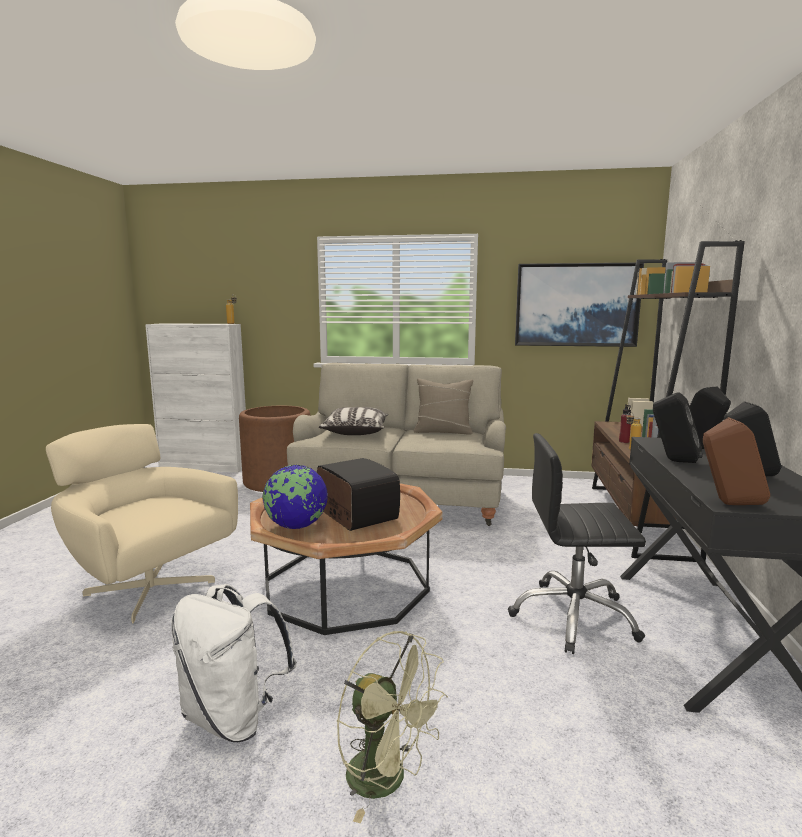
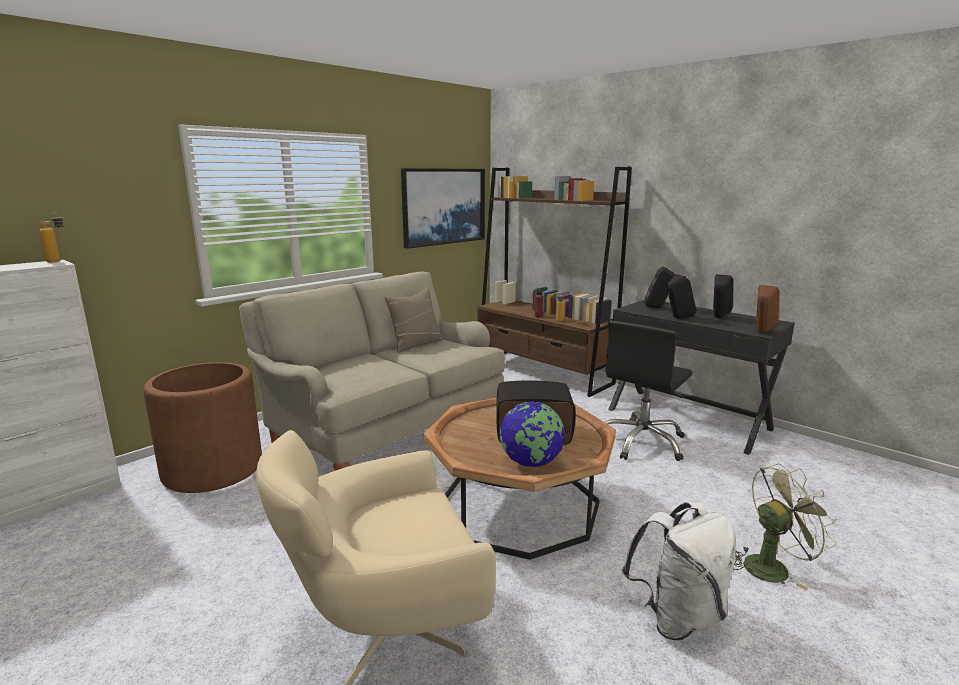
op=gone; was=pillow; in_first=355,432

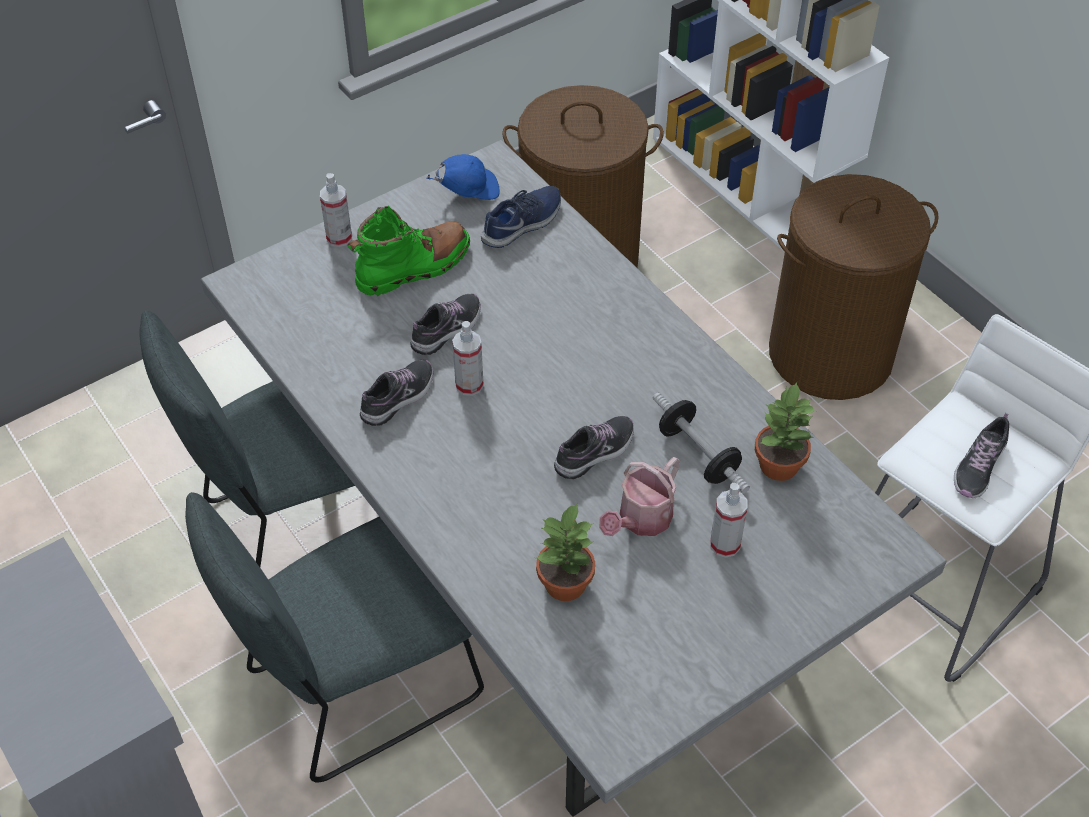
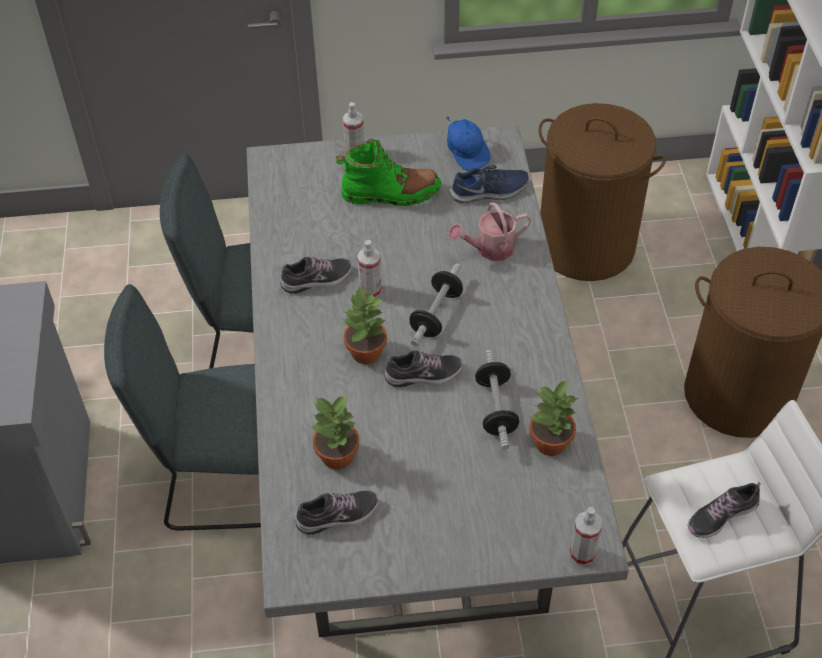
op=shifted; was=shoe; in_first=447,329; in_second=337,516
op=rotated; was=blue_cap; in_first=468,191; in_second=467,153; clockwise=45
op=shifted; was=watering_can; in_first=640,520; in_second=489,249
op=shifted; was=spray_bottle; in_first=725,544; in_second=582,554
op=new; now=potted_plant; in_second=366,353
op=new; now=dumbbell; in_second=436,314

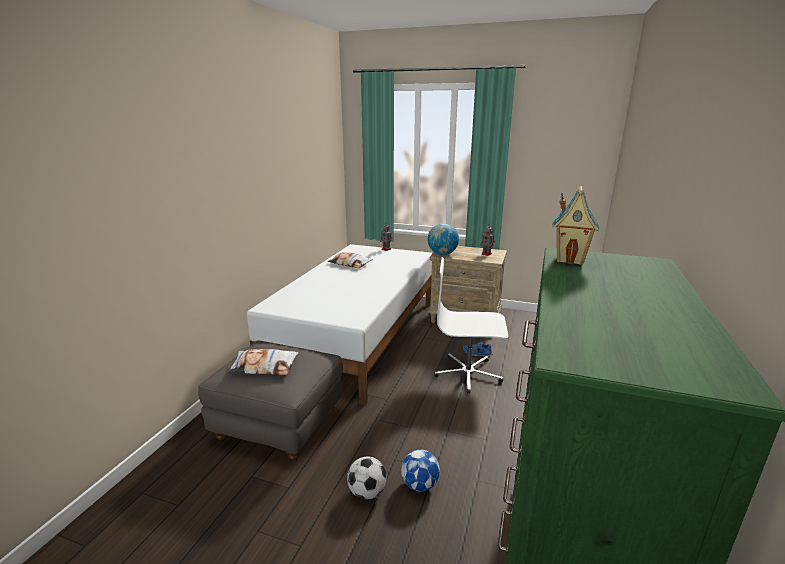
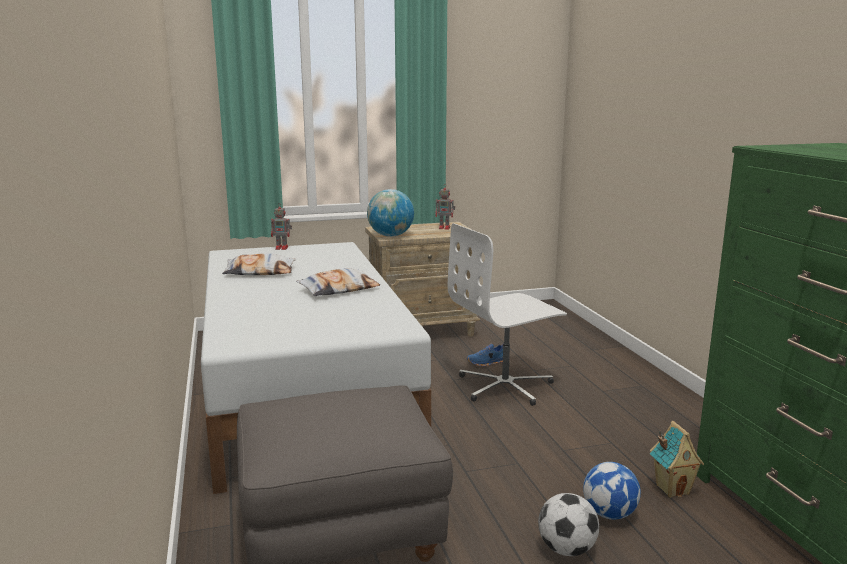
op=shifted; was=pillow; in_first=264,367; in_second=339,289
op=shifted; was=toy_house; in_first=570,260; in_second=672,489

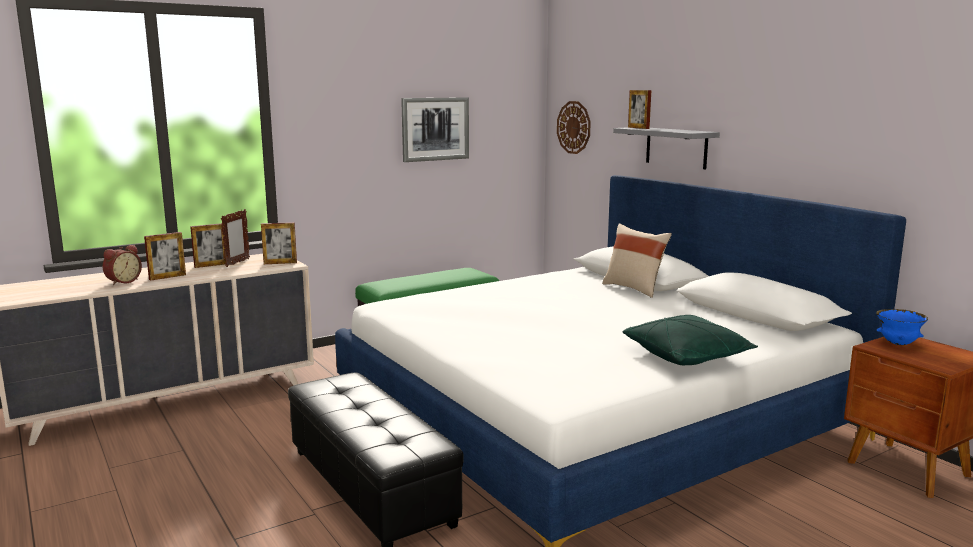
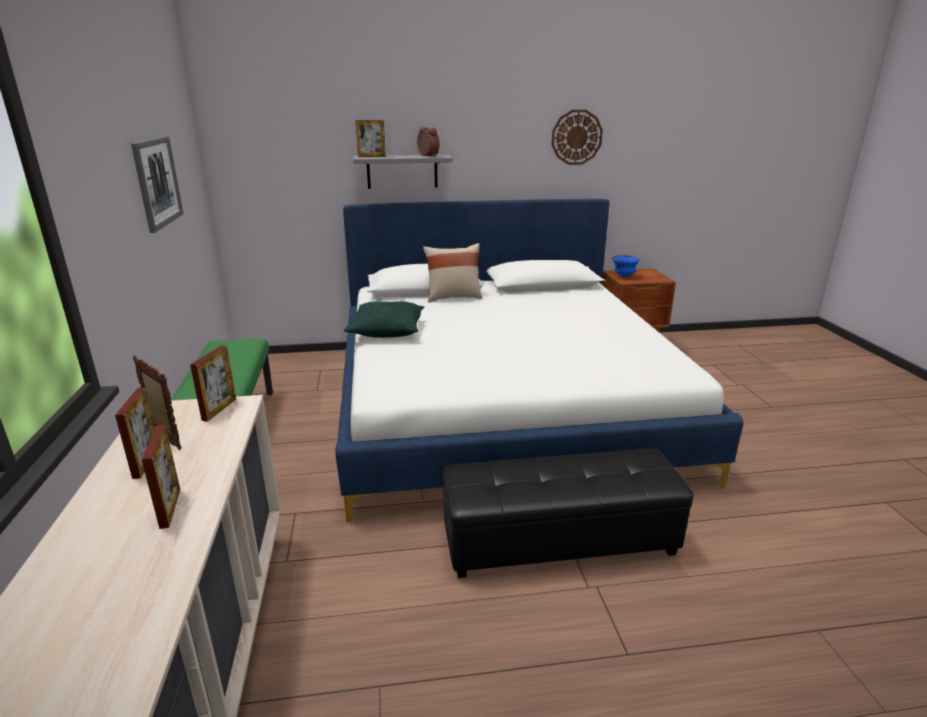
op=shifted; was=alarm_clock; in_first=122,281; in_second=427,156
op=shifted; was=wall_clock; in_first=574,127; in_second=576,137
op=shifted; was=green_pillow; in_first=687,356; in_second=386,330

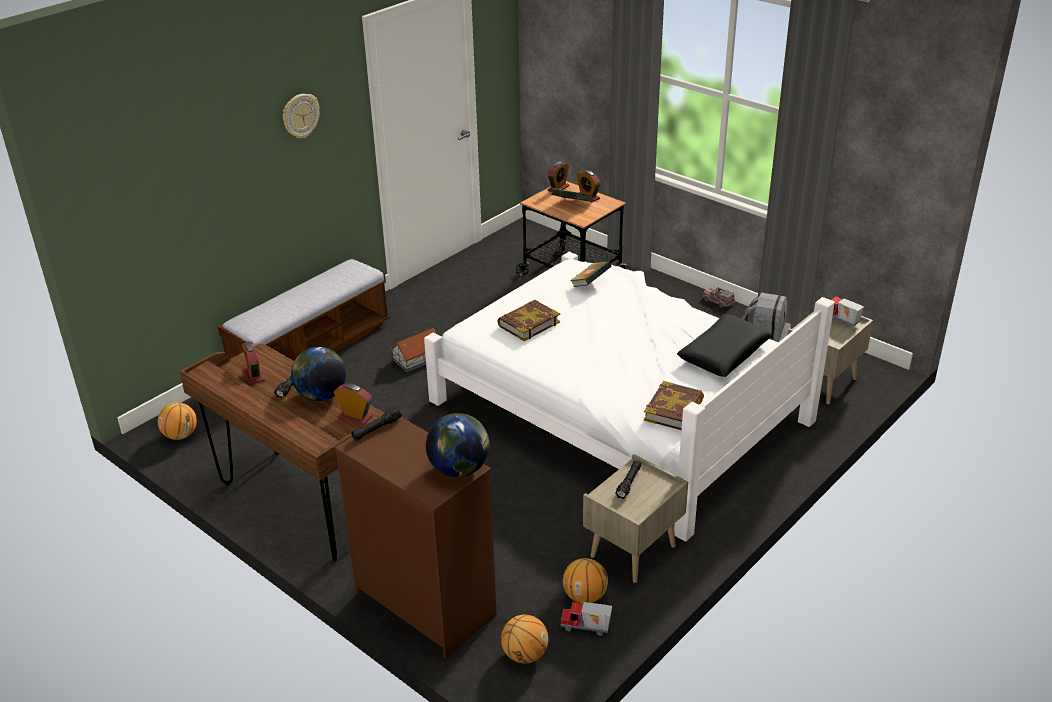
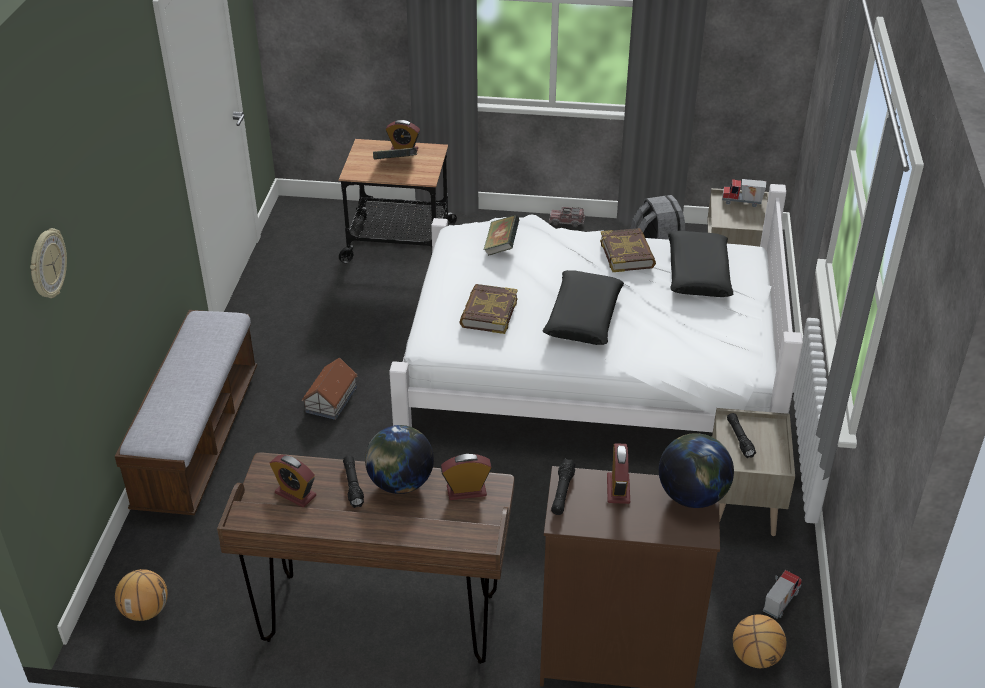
op=shifted; was=wall_clock; in_first=300,116; in_second=46,265
op=shifted; was=alarm_clock; in_first=558,188; in_second=618,489
op=rotated; was=toy_truck; in_first=586,628; in_second=779,602; clockwise=150
op=gone; was=basketball; in_first=585,596
op=shifted; was=book; in_first=674,410; in_second=627,254
op=new; now=black_pillow; in_second=583,317

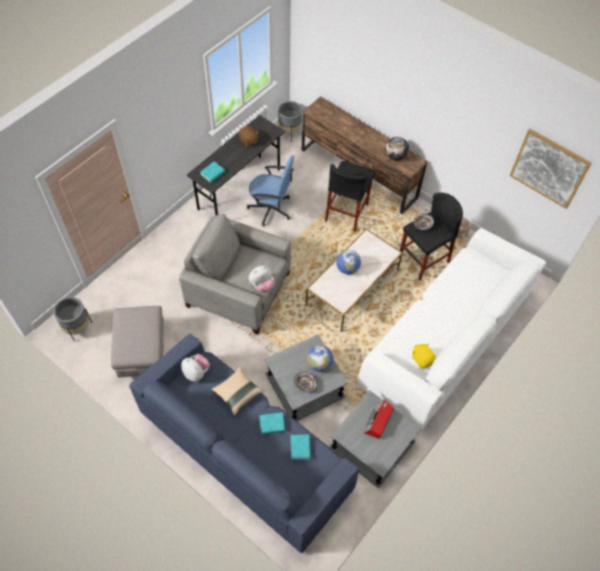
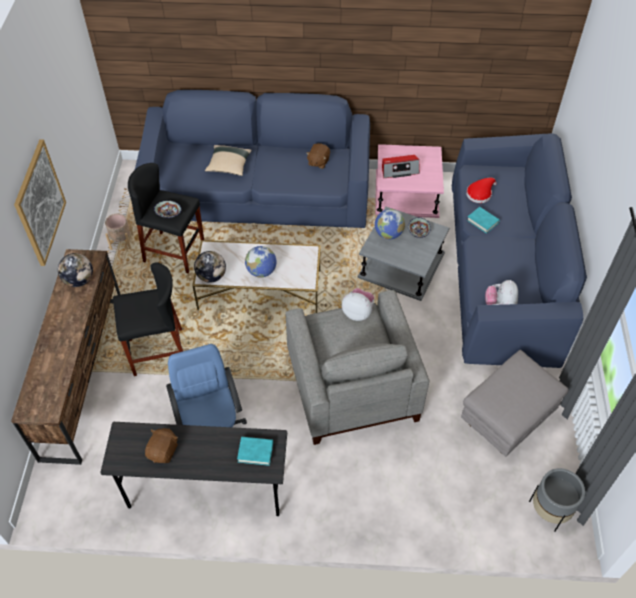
op=shifted; was=beige_pillow; in_first=237,393; in_second=229,166
op=gone; was=grey_planter; in_first=289,132
op=swapped; was=turquoise_book; now=red_hat; in_first=300,448; in_second=480,193
op=repainted; was=grey_side_table; now=pink_side_table; in_first=372,445; in_second=407,193
op=repainted; was=white_sofa; now=blue_sofa; in_first=445,339; in_second=258,195
op=repainted; was=yellow_plush_toy; now=brown_plush_toy; in_first=422,359; in_second=318,162
op=shifted; was=picture; in_first=549,168; in_second=40,203
op=new; now=globe; in_second=211,276

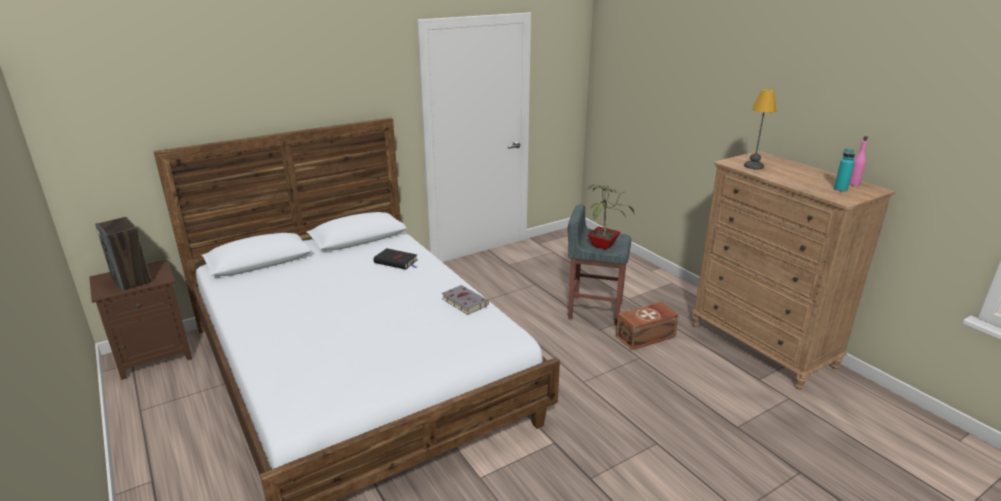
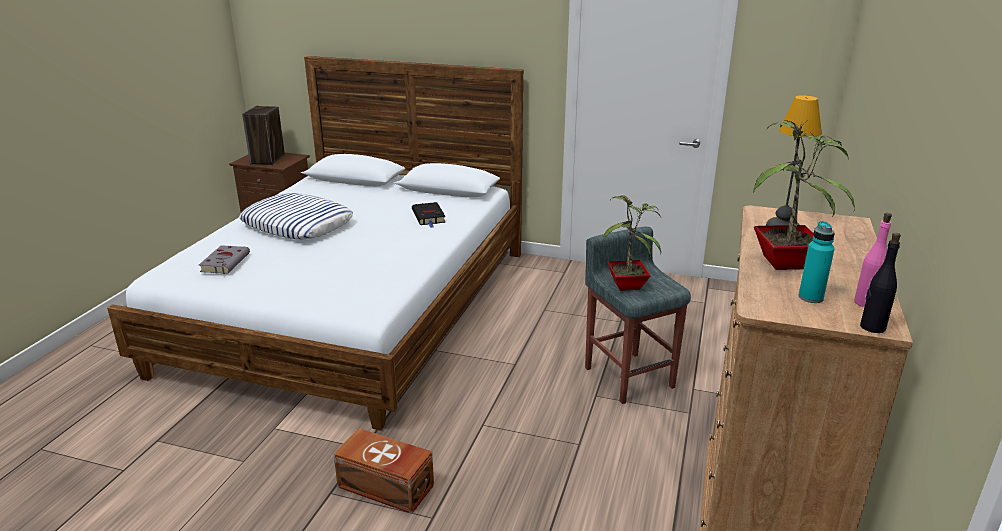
op=shifted; was=grey_book; in_first=463,302; in_second=226,262
op=shifted; was=brown_storage_box; in_first=646,336; in_second=386,487
op=new; now=pillow; in_second=298,224
op=new; now=potted_plant; in_second=788,263
op=new; now=black_bottle; in_second=872,327

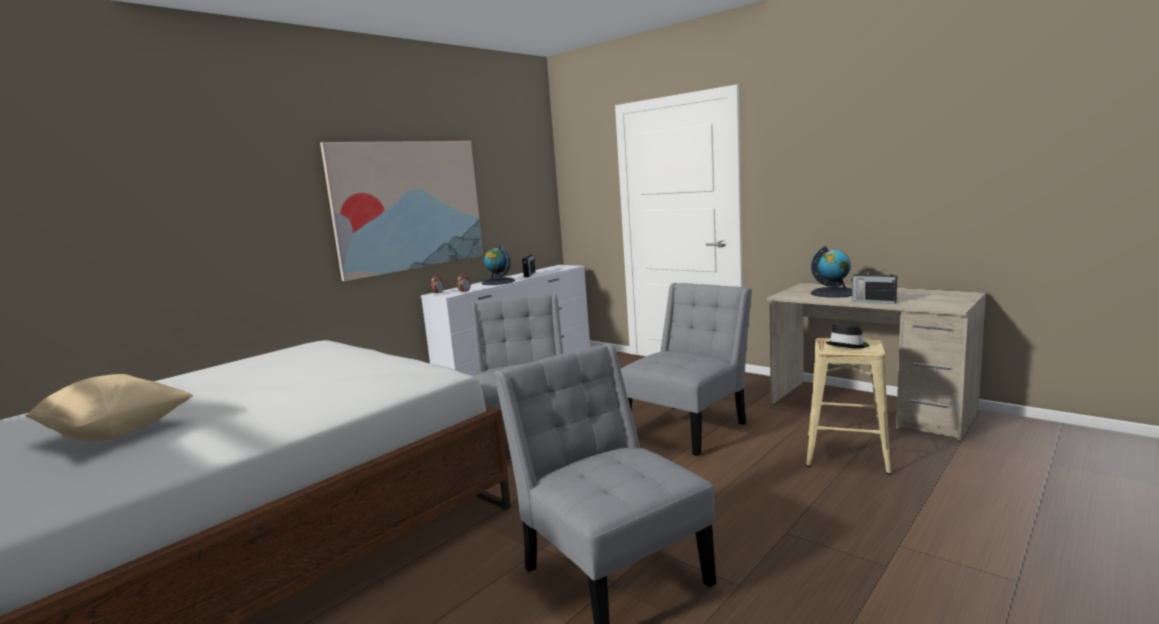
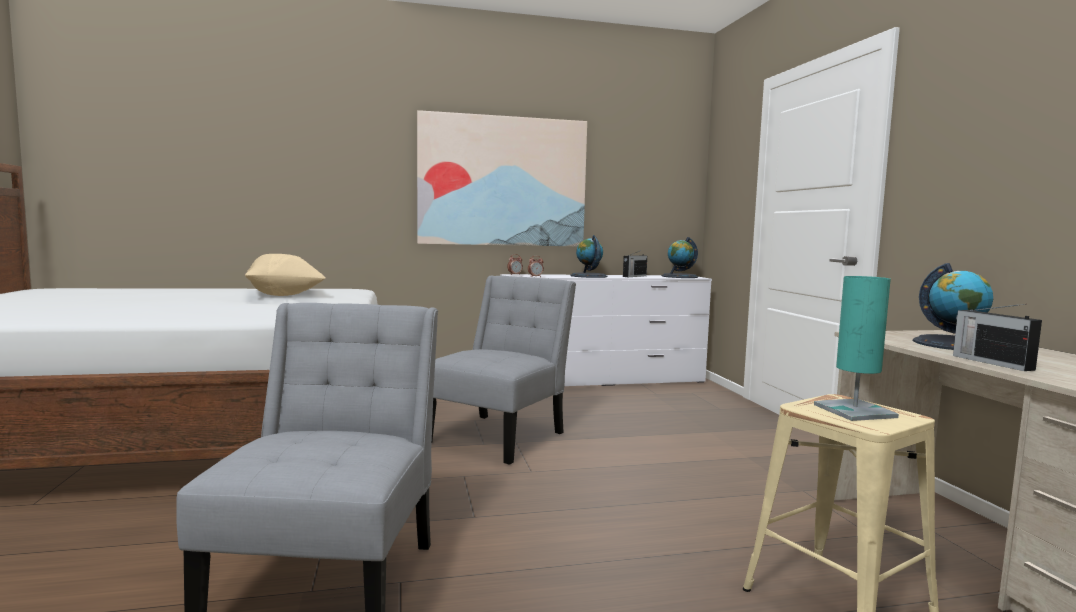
op=shifted; was=beige_pillow; in_first=116,433; in_second=284,295
op=gone; was=grey_chair; in_first=689,427
op=swapped; was=black_hat; now=turquoise_table_lamp; in_first=848,345; in_second=854,411
op=new; now=globe; in_second=679,276

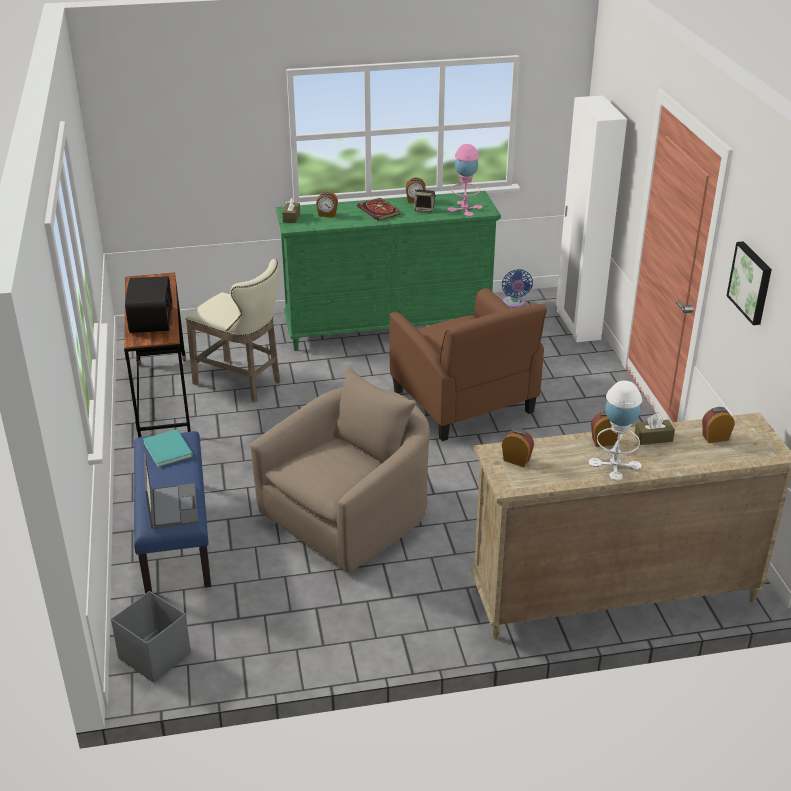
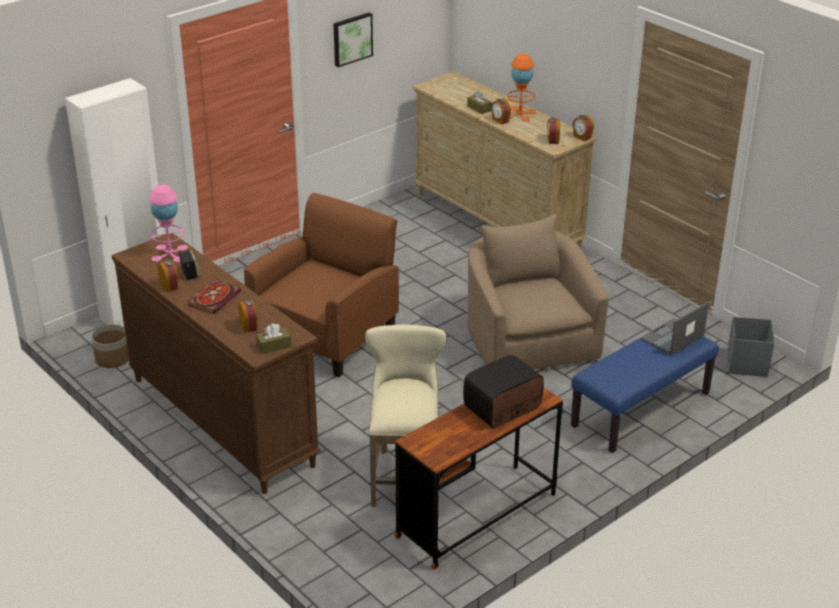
op=gone; was=turquoise_book; in_first=168,448
op=rotated; was=beige_armchair; in_first=350,515; in_second=528,339; clockwise=60
op=repainted; was=green_dresser; now=brown_dresser; in_first=388,328; in_second=221,421
op=swapped; was=blue_fan; now=planter; in_first=514,304; in_second=112,358
op=repainted; was=white_table_lamp; now=orange_table_lamp; in_first=615,464; in_second=520,114
op=shifted; was=alarm_clock; in_first=715,437; in_second=582,137

